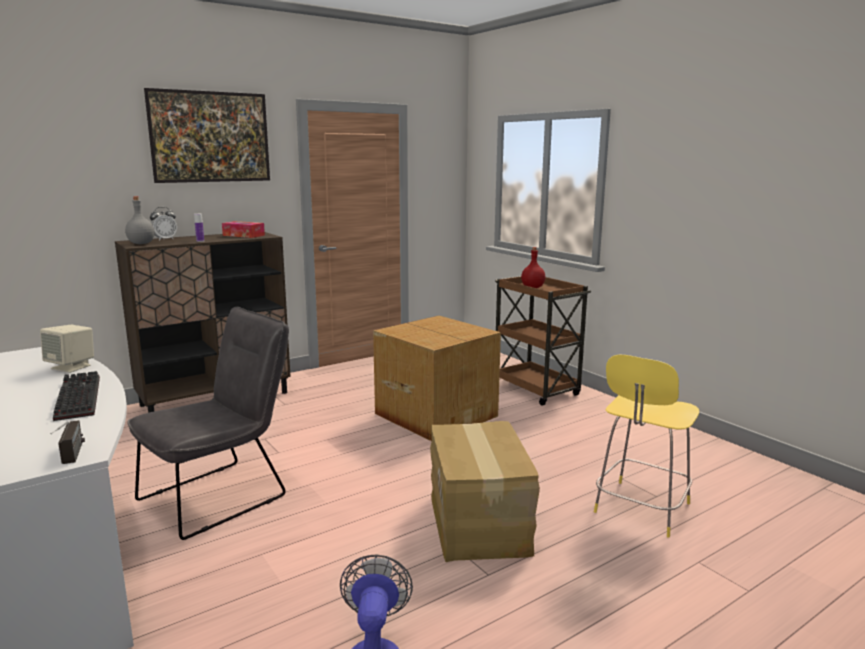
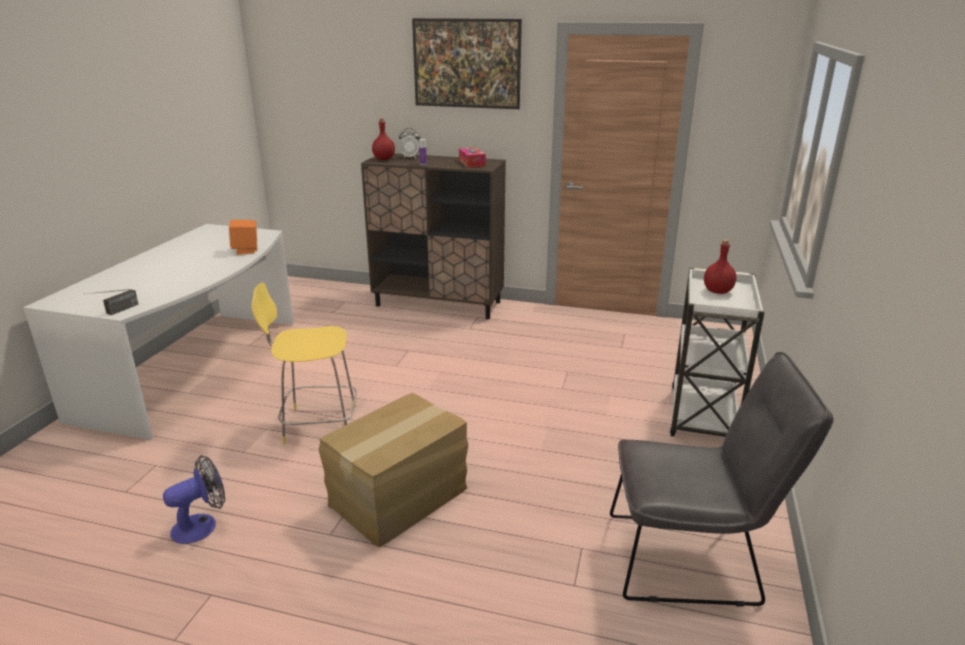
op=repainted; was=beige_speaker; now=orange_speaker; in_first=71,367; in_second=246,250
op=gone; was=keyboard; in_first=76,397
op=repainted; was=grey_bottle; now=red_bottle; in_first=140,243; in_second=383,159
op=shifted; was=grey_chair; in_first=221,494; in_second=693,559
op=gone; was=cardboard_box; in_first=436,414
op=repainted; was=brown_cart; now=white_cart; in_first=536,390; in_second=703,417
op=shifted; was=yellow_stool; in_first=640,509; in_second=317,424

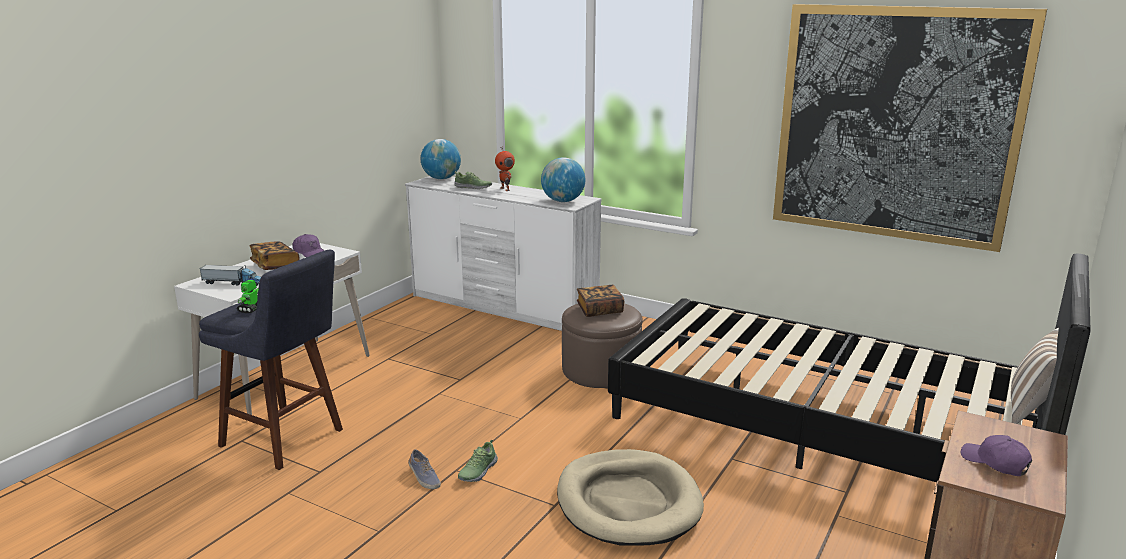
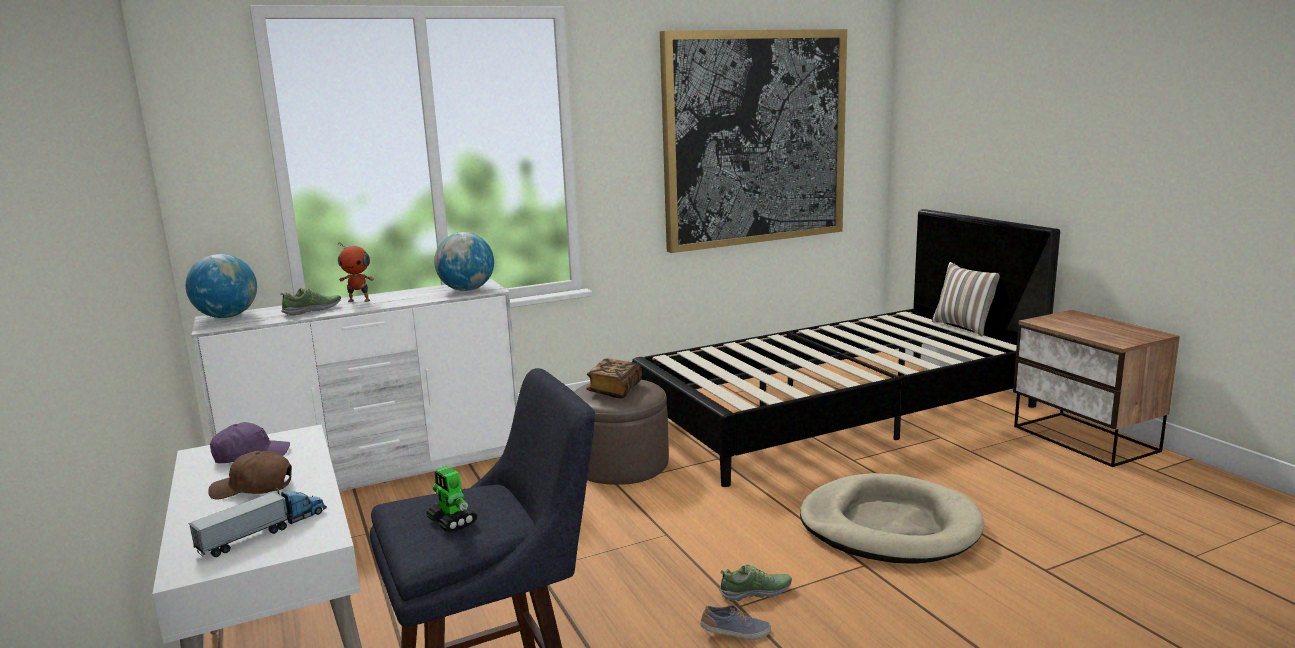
op=swapped; was=book; now=brown_cap; in_first=275,266; in_second=253,488
op=rotated; was=shoe; in_first=477,471; in_second=755,592; clockwise=-75
op=gone; was=purple_cap; in_first=995,462

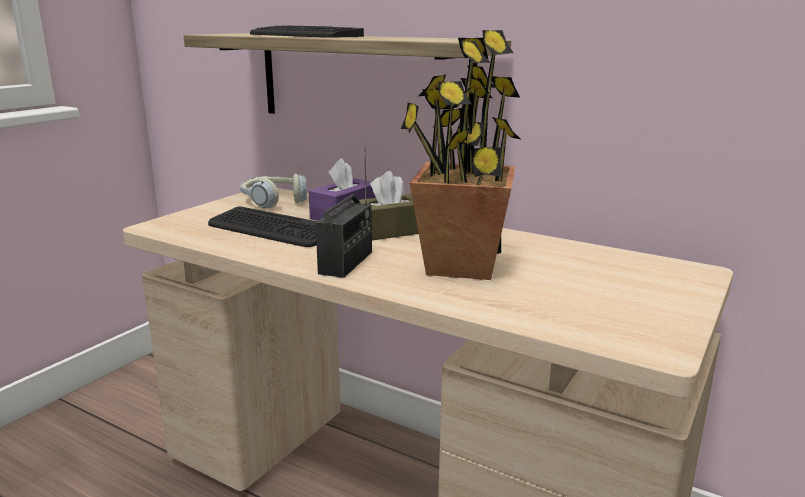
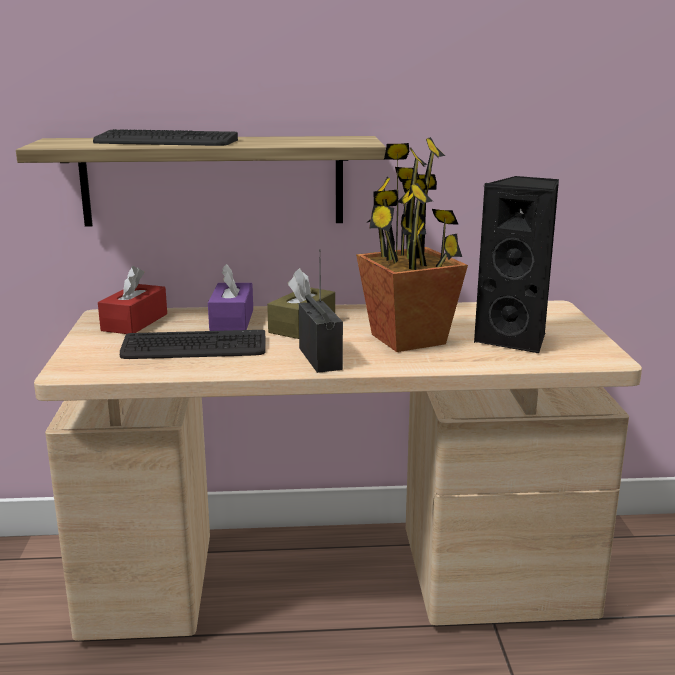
op=swapped; was=headphones; now=red_tissue_box; in_first=273,201; in_second=134,322
op=new; now=black_speaker; in_second=515,339

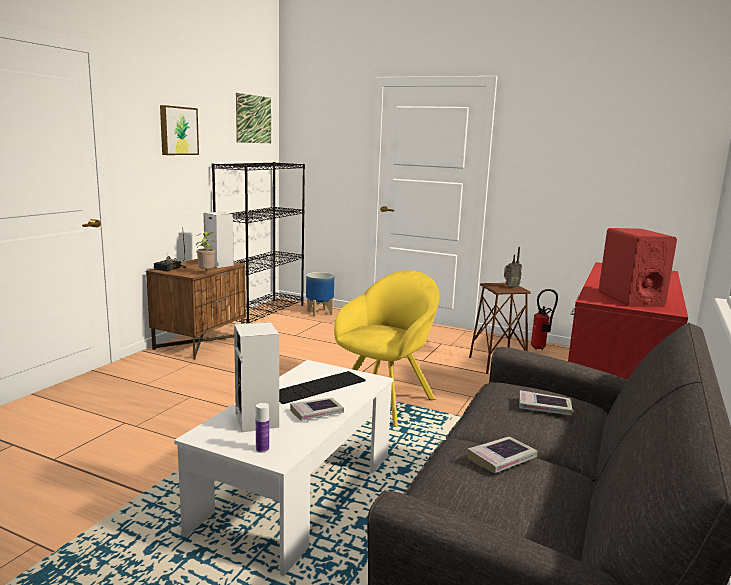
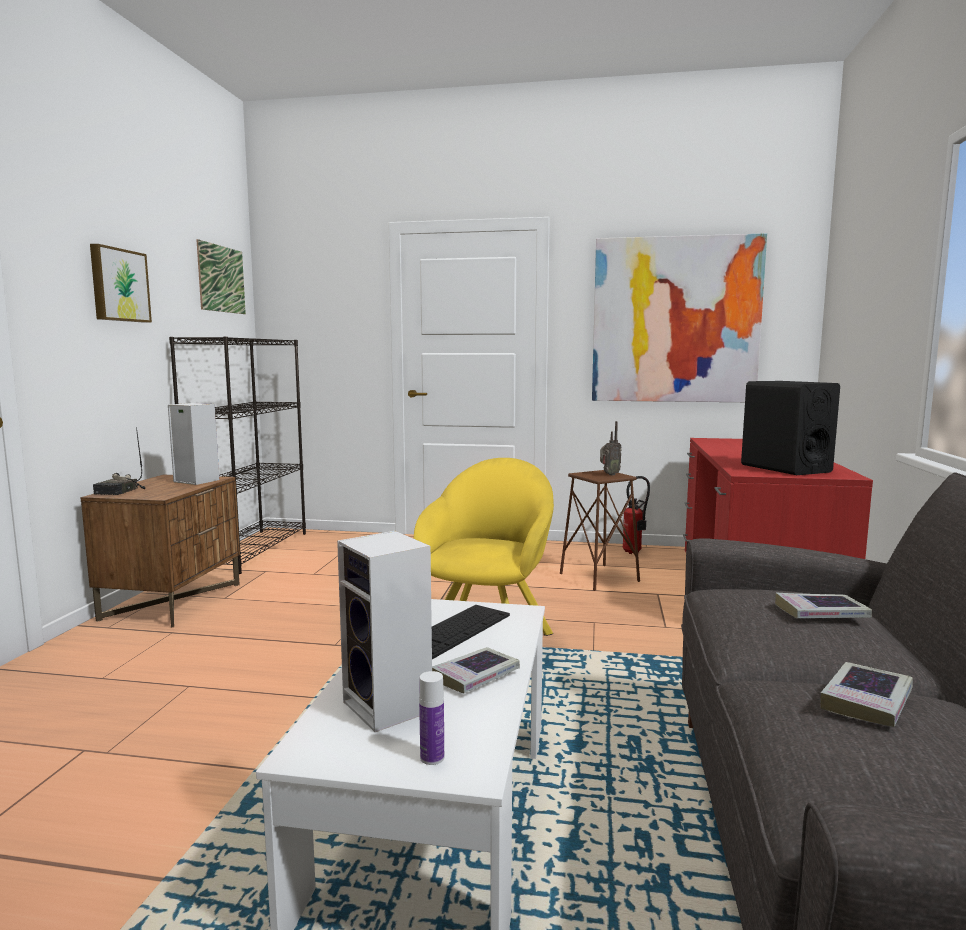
op=gone; was=potted_plant; in_first=206,273
op=gone; was=planter; in_first=320,312
op=repainted; was=red_speaker; now=black_speaker; in_first=630,299; in_second=784,468
op=new; now=picture; in_second=675,320

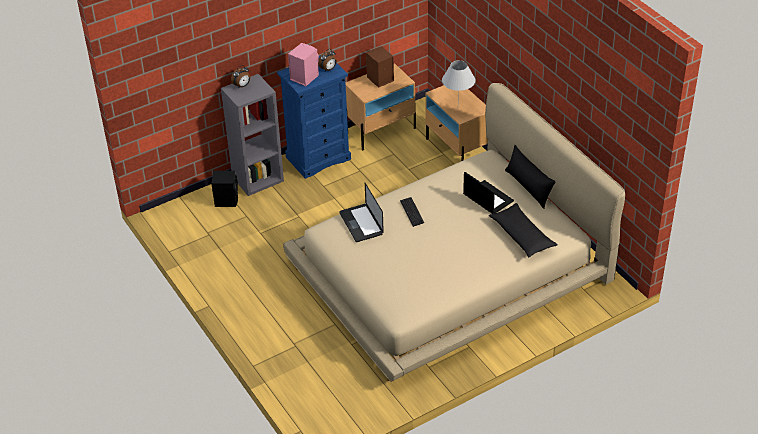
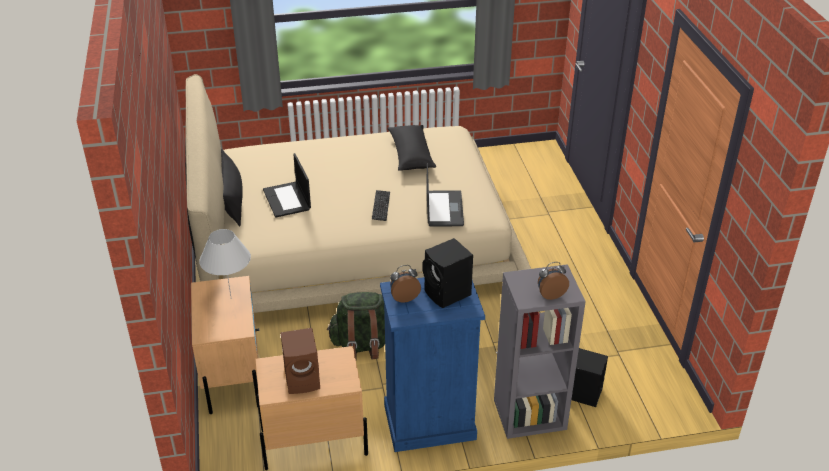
op=repainted; was=pink_speaker; now=black_speaker; in_first=304,77; in_second=448,294
op=shifted; was=black_pillow; in_first=522,236; in_second=411,154
op=new; now=green_backpack; in_second=363,345

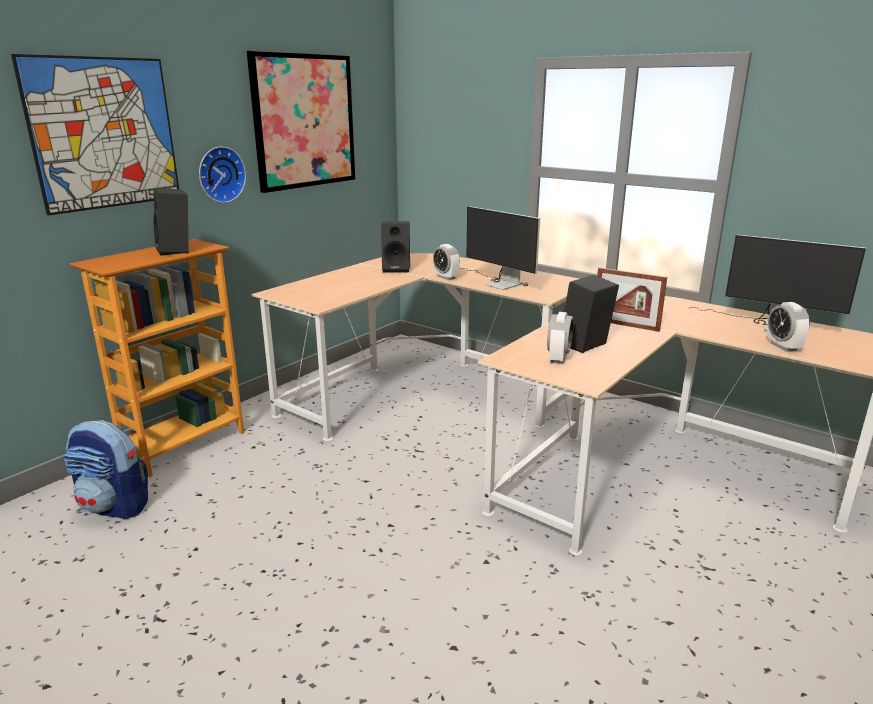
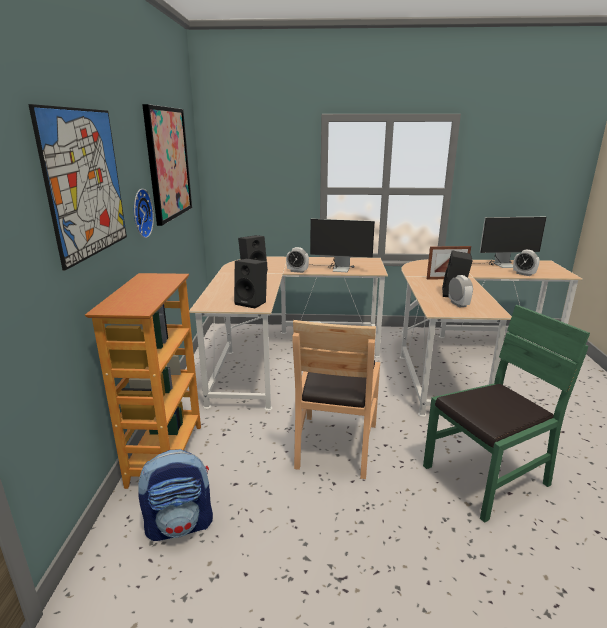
op=shifted; was=black_speaker; in_first=176,250; in_second=252,303
op=new; now=brown_chair; in_second=335,444
op=new; now=green_chair; in_second=486,477

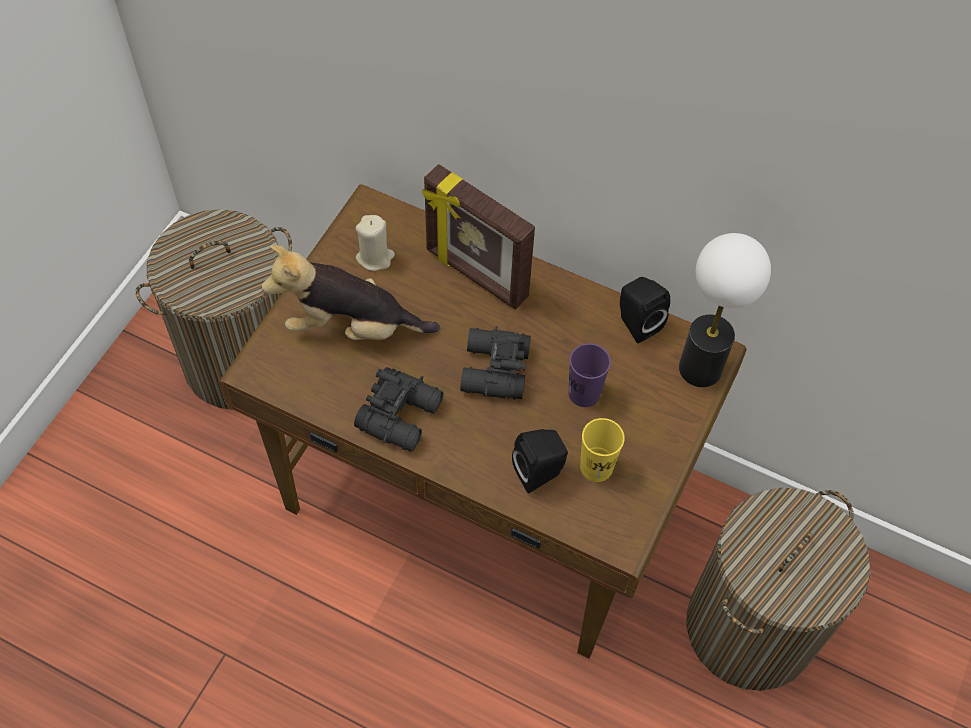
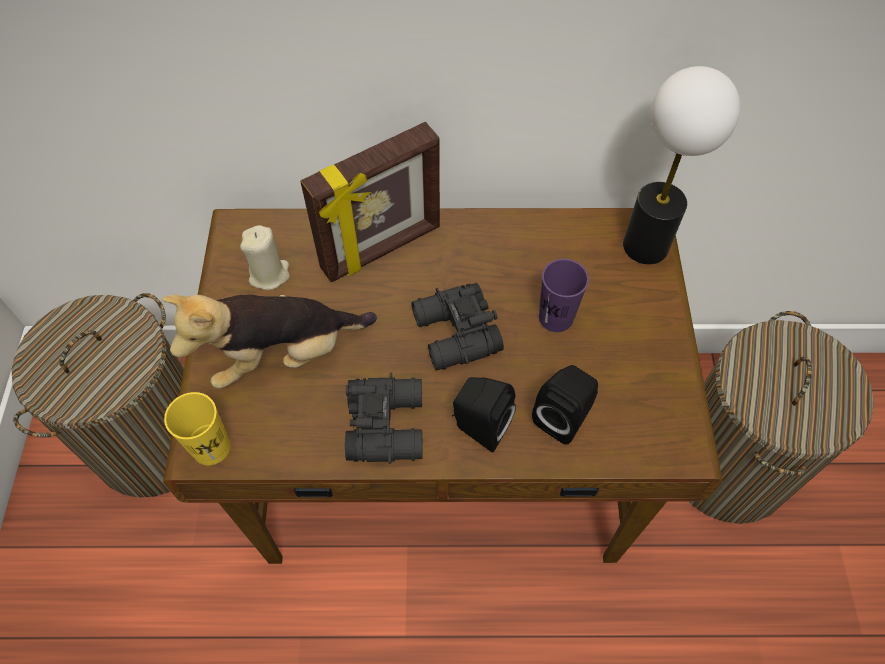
op=rotated; was=picture_frame; in_first=475,275; in_second=382,249; clockwise=-45
op=shifted; was=yellow_cup; in_first=596,467; in_second=211,447
op=shifted; was=black_speaker; in_first=636,323; in_second=478,427

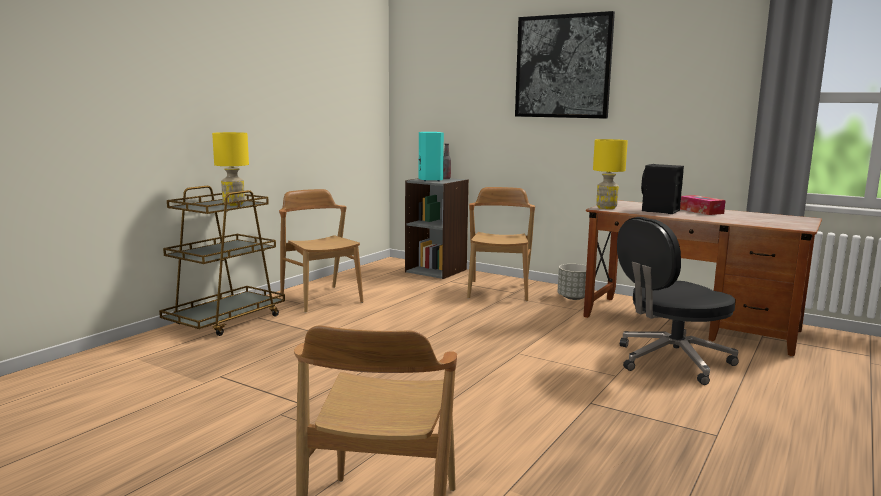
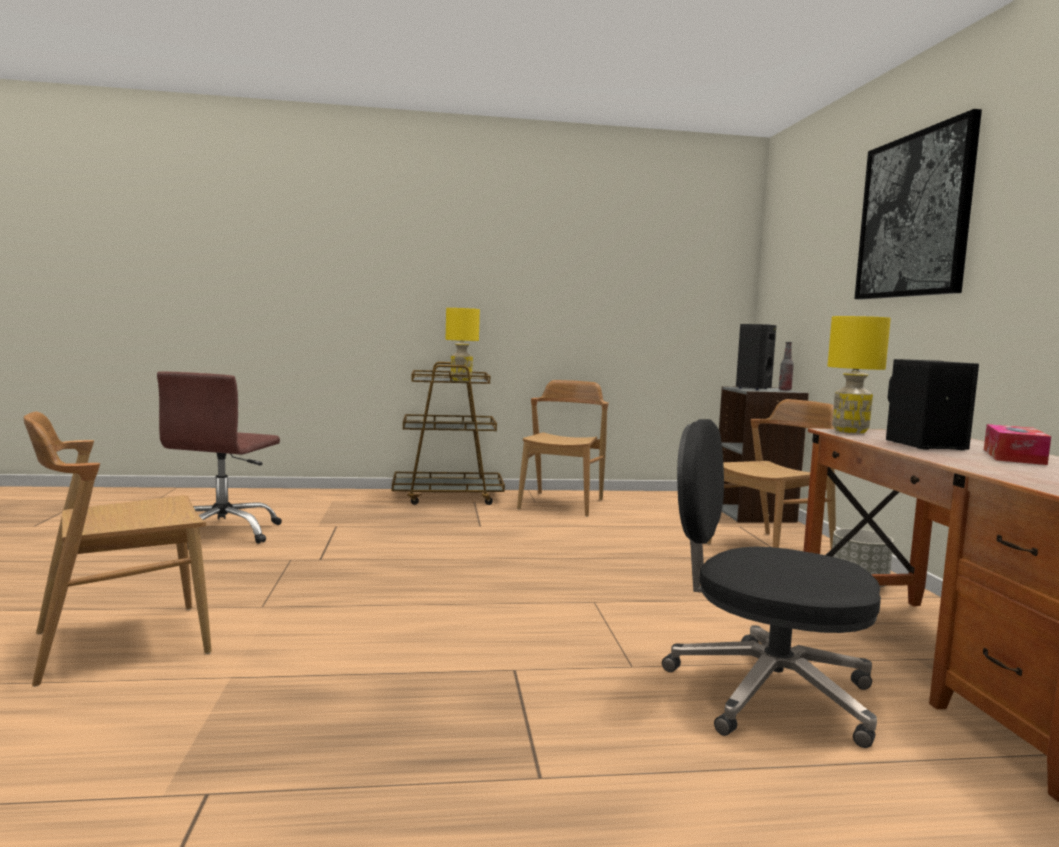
op=repainted; was=turquoise_speaker; now=black_speaker; in_first=430,180; in_second=752,388
op=new; now=brown_office_chair; in_second=223,533

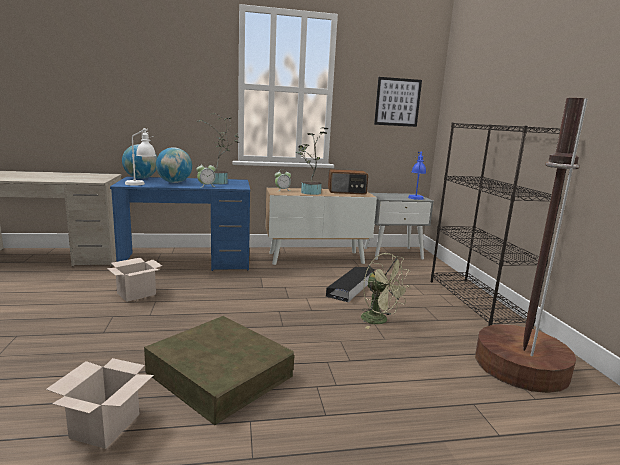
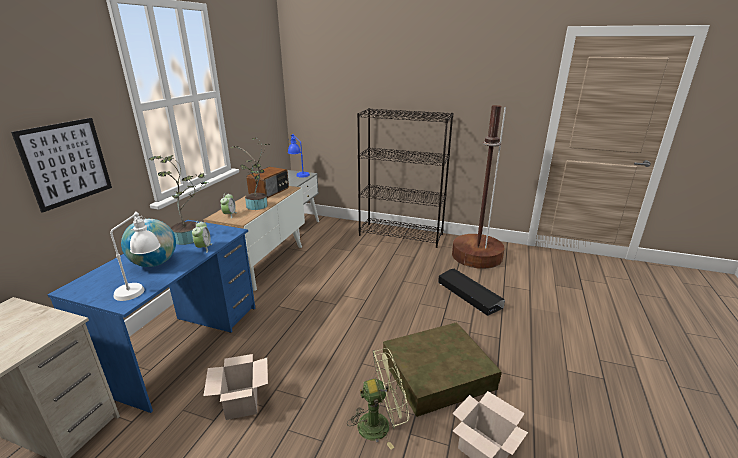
op=gone; was=globe; in_first=141,178
op=shifted; was=black_storage_box; in_first=351,287; in_second=469,294
op=shifted; was=green_fan; in_first=379,321; in_second=380,424
op=shifted; was=picture; in_first=397,102; in_second=66,163

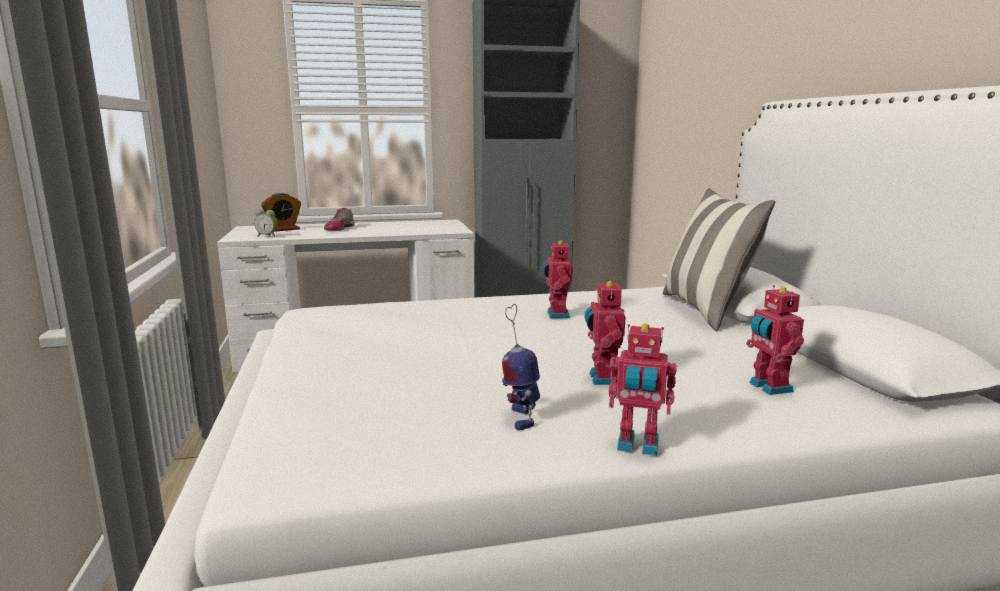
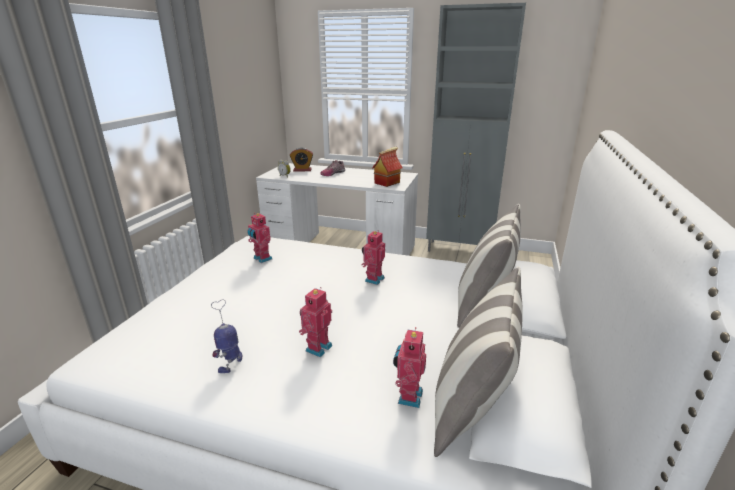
op=shifted; was=toy_robot; in_first=637,446; in_second=261,259
op=new; now=toy_house; in_second=387,182
op=new; now=pillow; in_second=472,407

